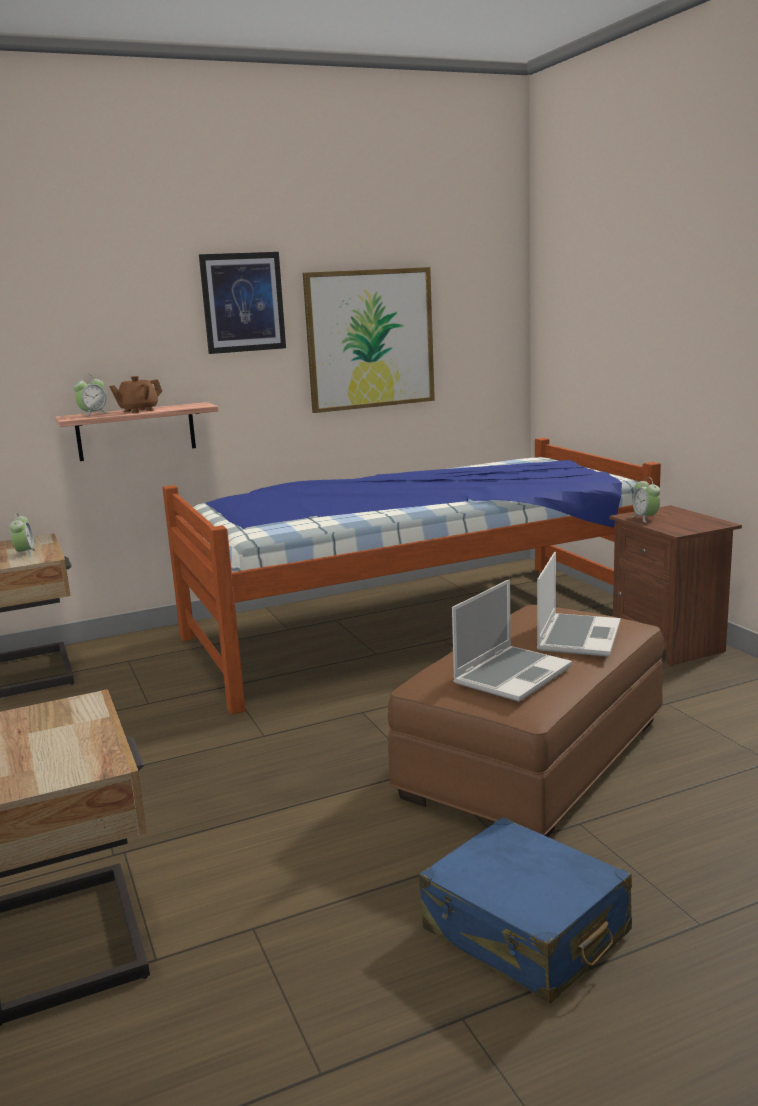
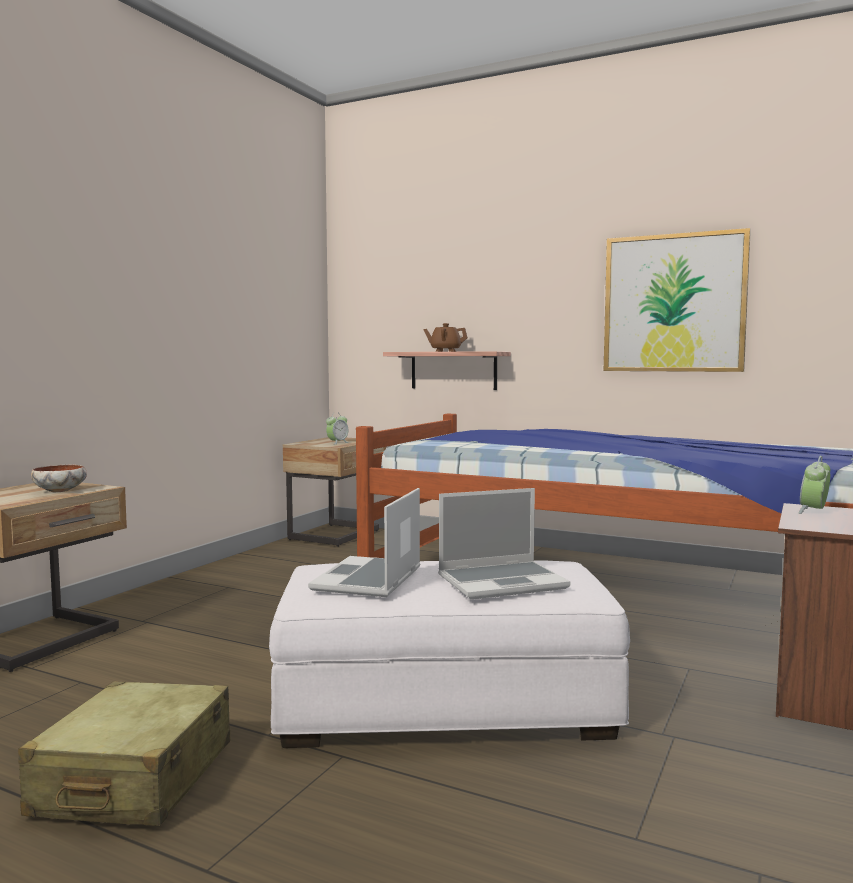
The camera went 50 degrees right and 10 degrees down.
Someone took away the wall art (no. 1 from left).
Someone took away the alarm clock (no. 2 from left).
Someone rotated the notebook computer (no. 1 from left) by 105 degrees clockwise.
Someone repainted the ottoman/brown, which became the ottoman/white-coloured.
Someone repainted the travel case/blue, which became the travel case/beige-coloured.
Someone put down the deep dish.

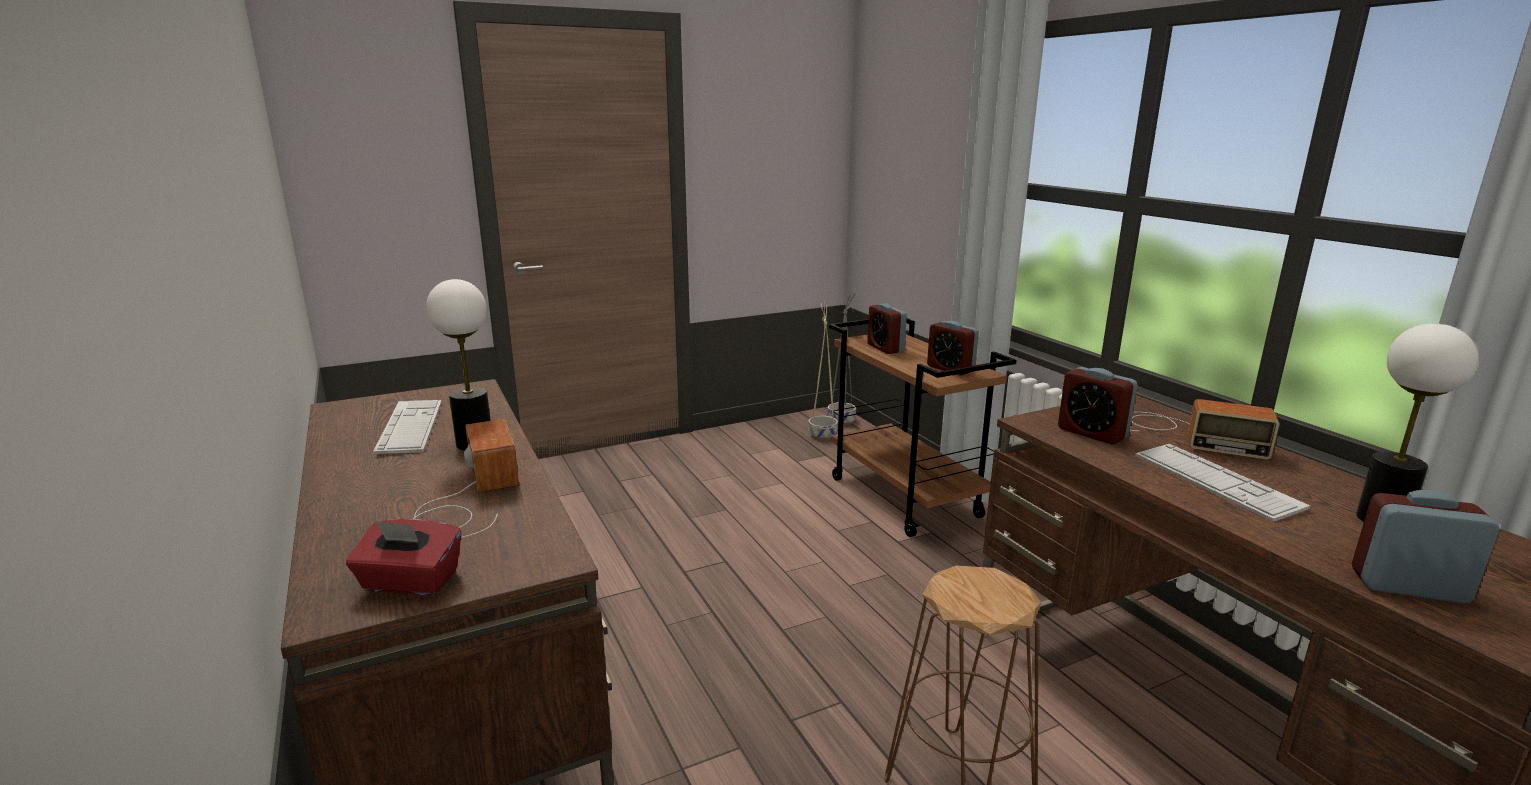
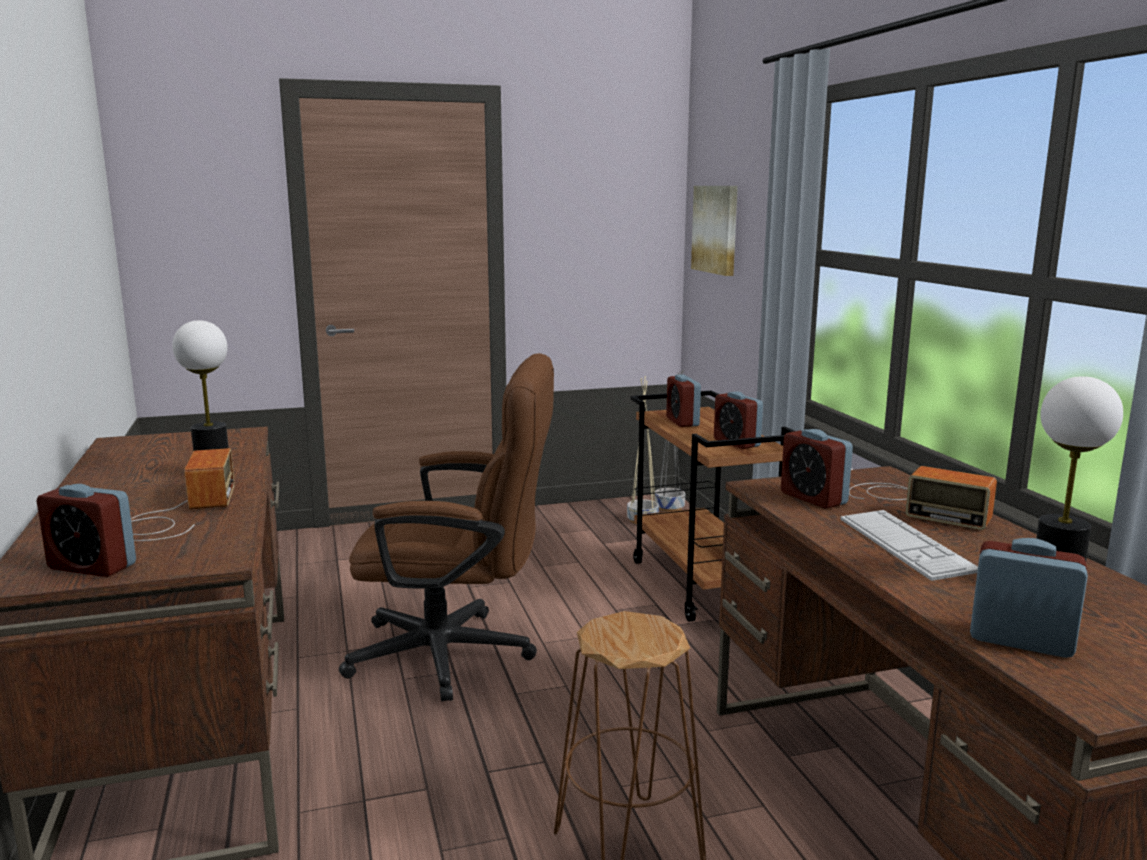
The camera went 10 degrees right and 5 degrees down.
Someone took away the computer keyboard (no. 1 from left).
Someone swapped the tissue holder/reddish for the alarm clock (no. 1 from left).
Someone put up the wall art.
Someone put down the desk chair/brown.

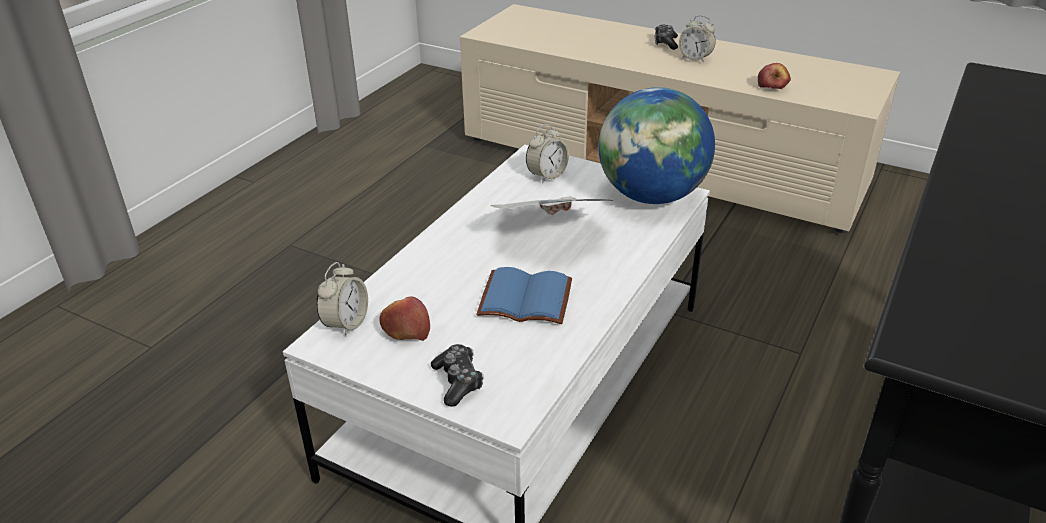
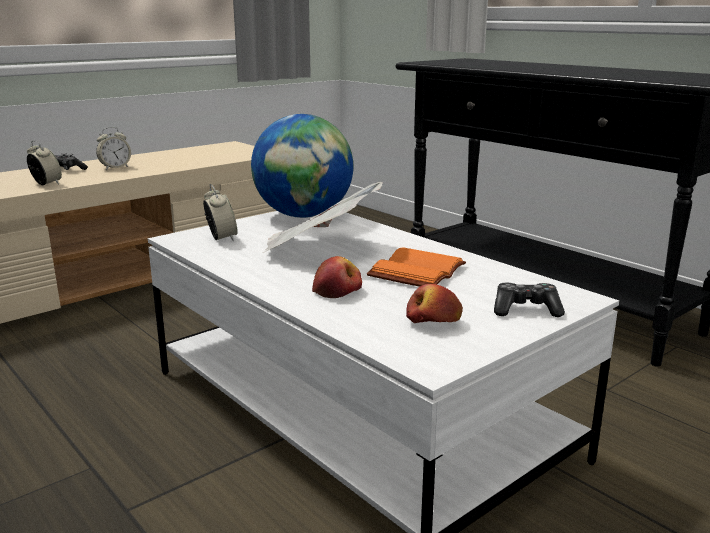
The camera went 70 degrees left and 15 degrees down.
Someone carried the apple (no. 2 from left in the first image).
Someone carried the alarm clock (no. 1 from left).
Someone repainted the volume/blue, which became the volume/orange.

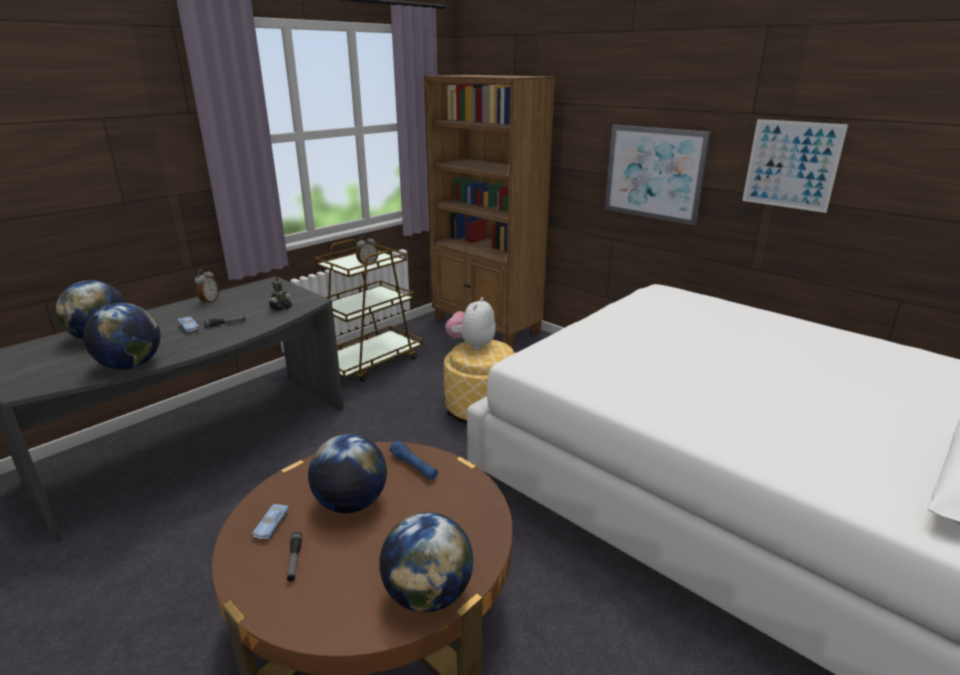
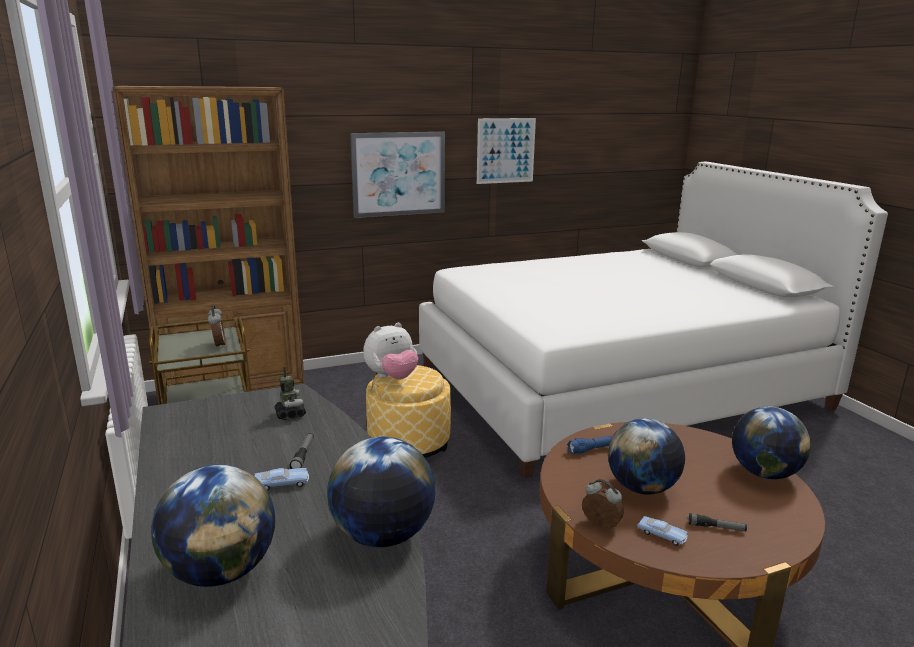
The camera went 65 degrees left and 5 degrees down.
Someone carried the alarm clock (no. 1 from left in the first image).
Someone rotated the soft toy by 75 degrees counterclockwise.

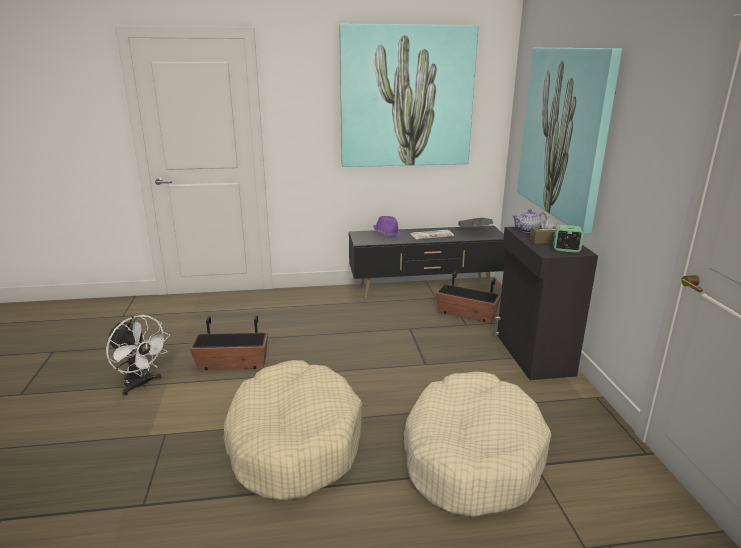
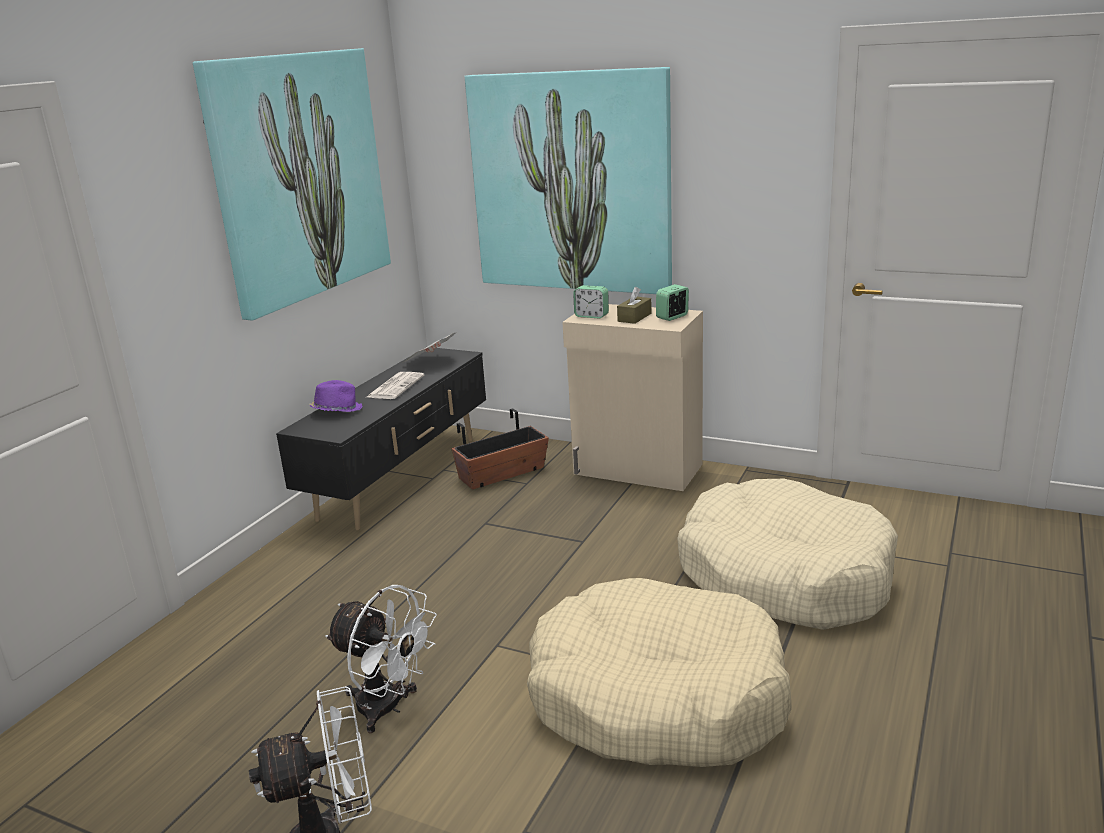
The camera went 55 degrees left and 0 degrees up.
Someone swapped the pot for tea for the alarm clock (no. 1 from left).
Someone repainted the cupboard/black, which became the cupboard/beige-coloured.
Someone swapped the plant pot (no. 1 from left) for the fan/white-coloured (no. 2 from left).

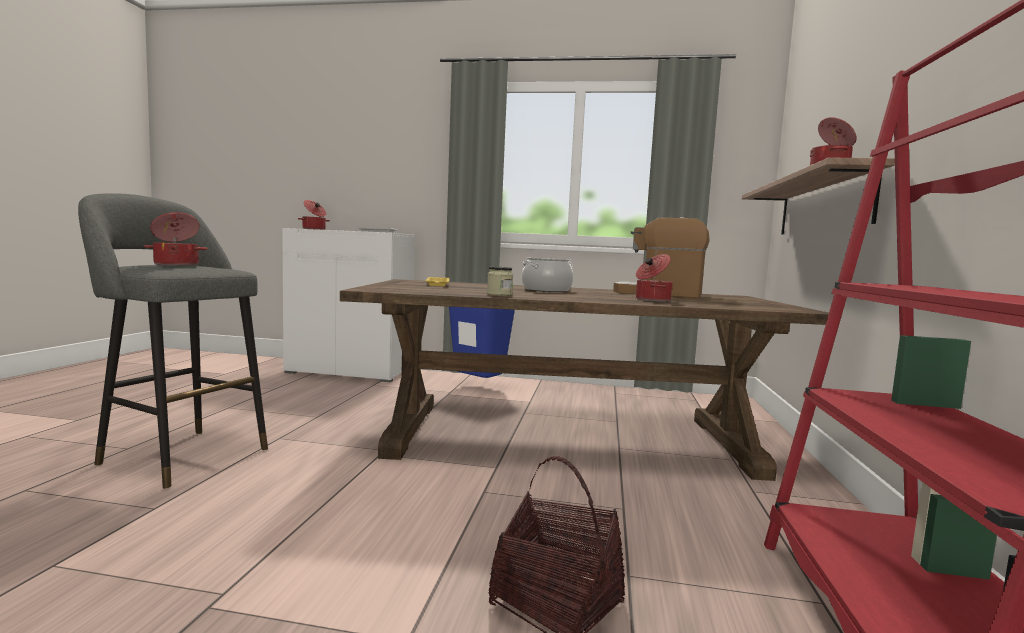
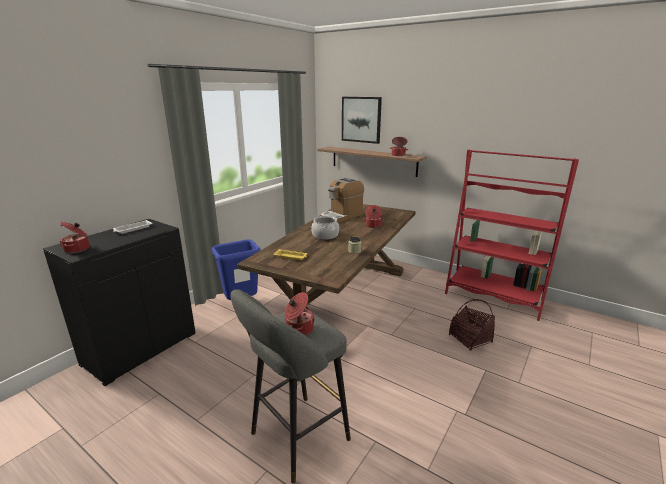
The camera went 65 degrees left and 15 degrees up.
Someone repainted the cupboard/white-coloured, which became the cupboard/black.
Someone put up the wall art.

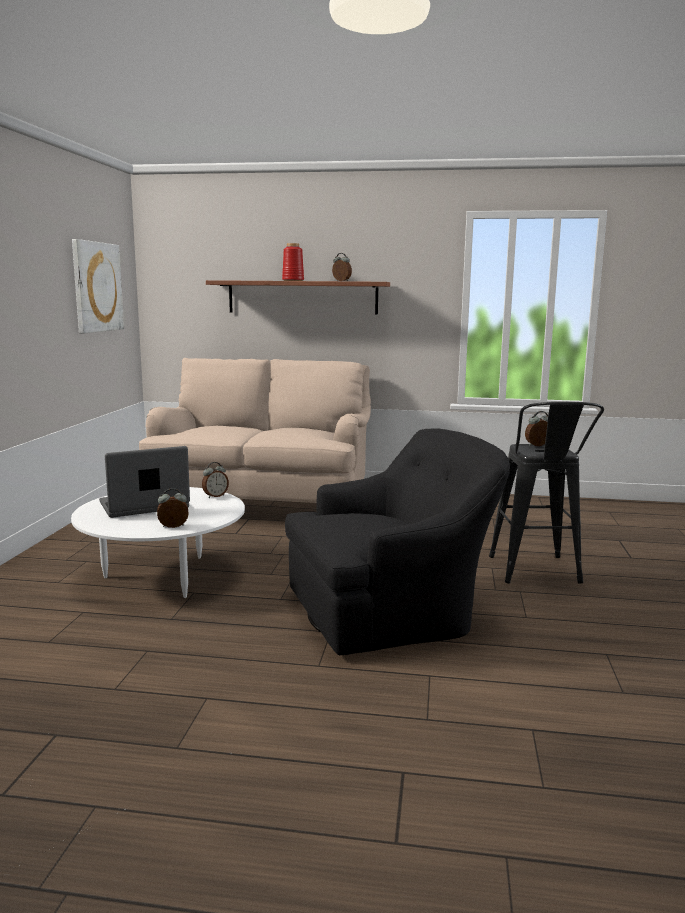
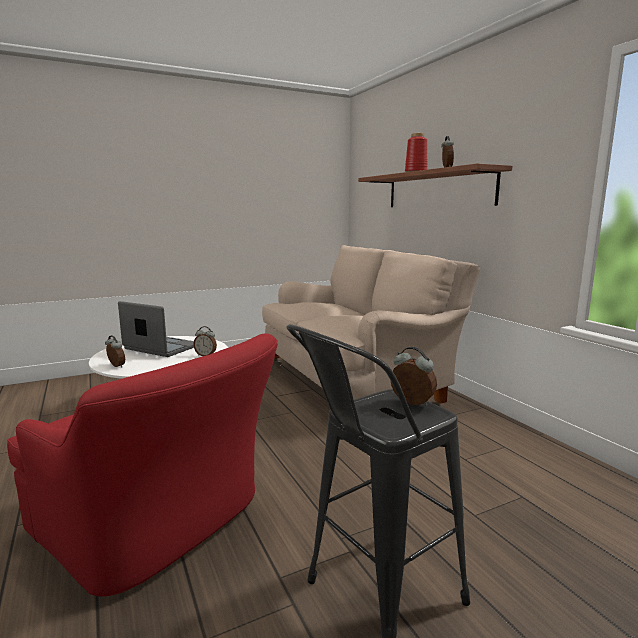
The camera went 55 degrees right and 0 degrees up.
Someone took away the wall art.
Someone repainted the easy chair/black, which became the easy chair/reddish.

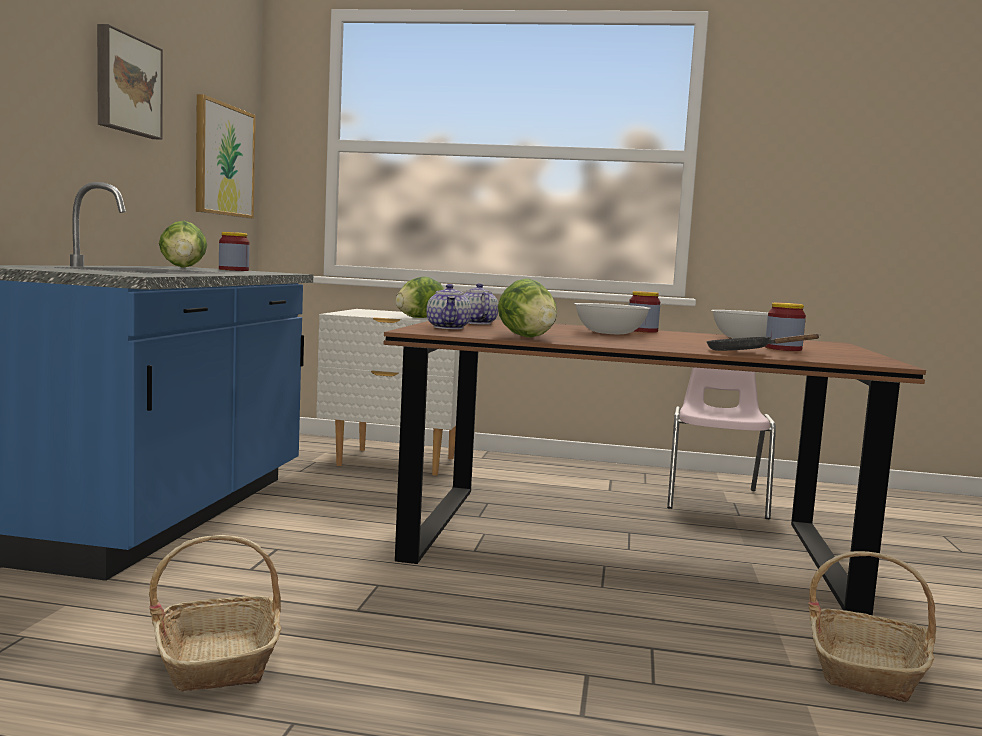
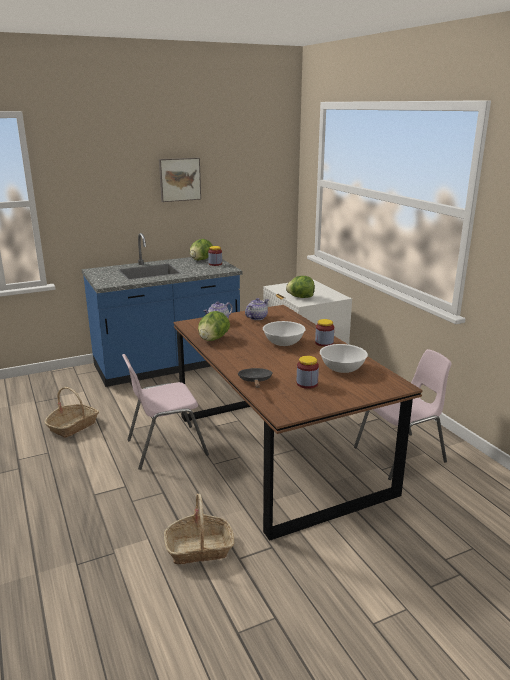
The camera went 55 degrees right and 15 degrees up.
Someone took away the wall art (no. 2 from left).
Someone put down the plain chair/pink (no. 1 from left).

